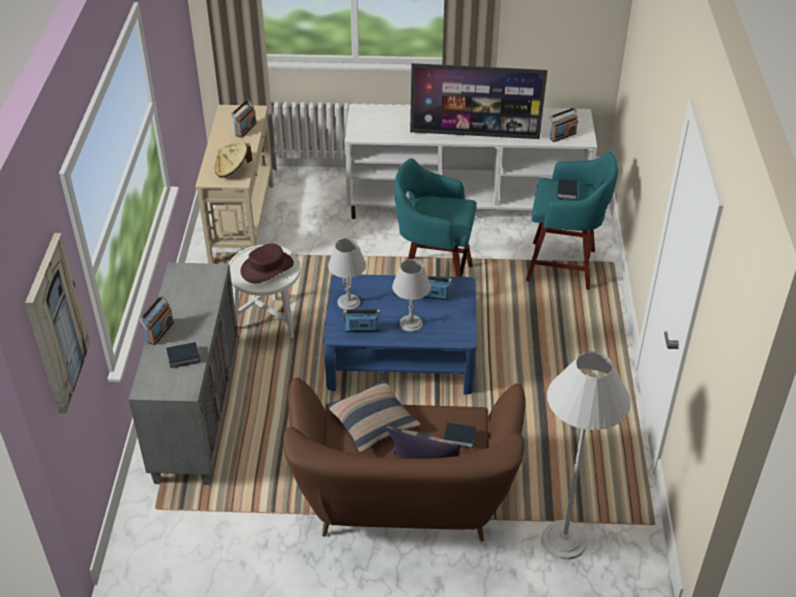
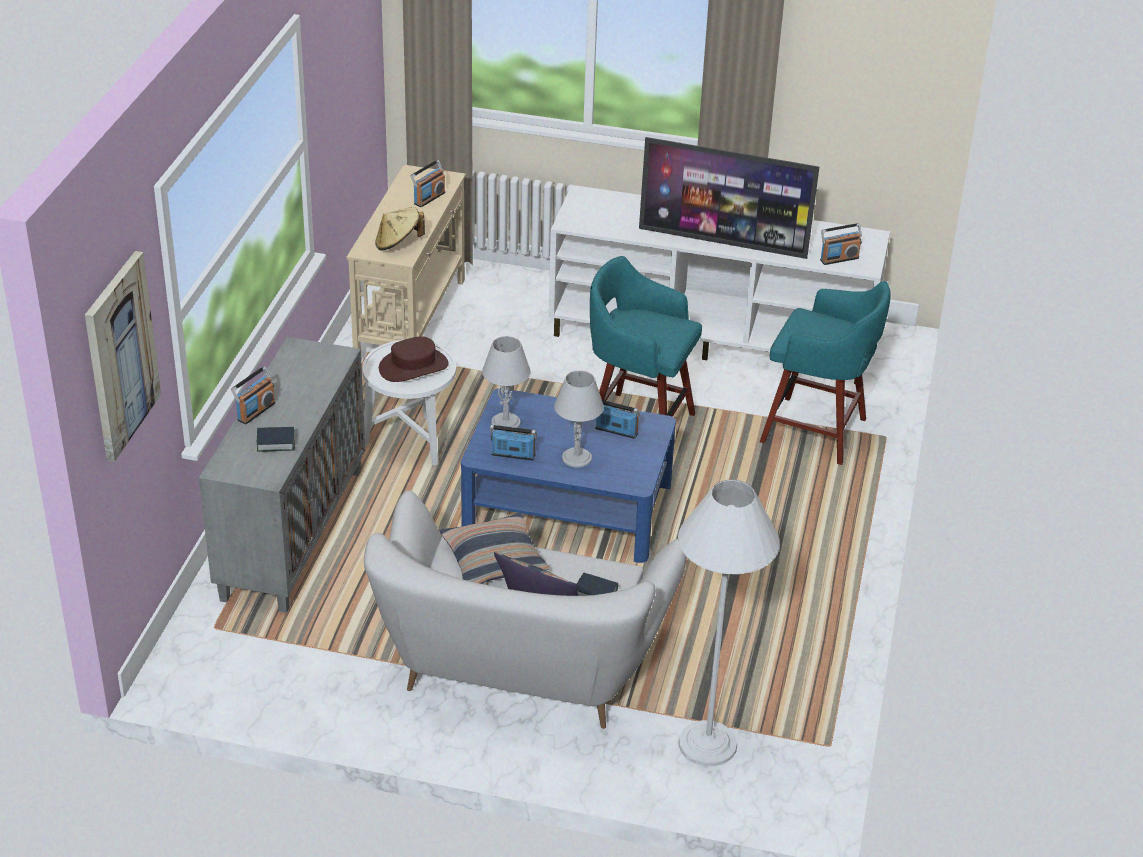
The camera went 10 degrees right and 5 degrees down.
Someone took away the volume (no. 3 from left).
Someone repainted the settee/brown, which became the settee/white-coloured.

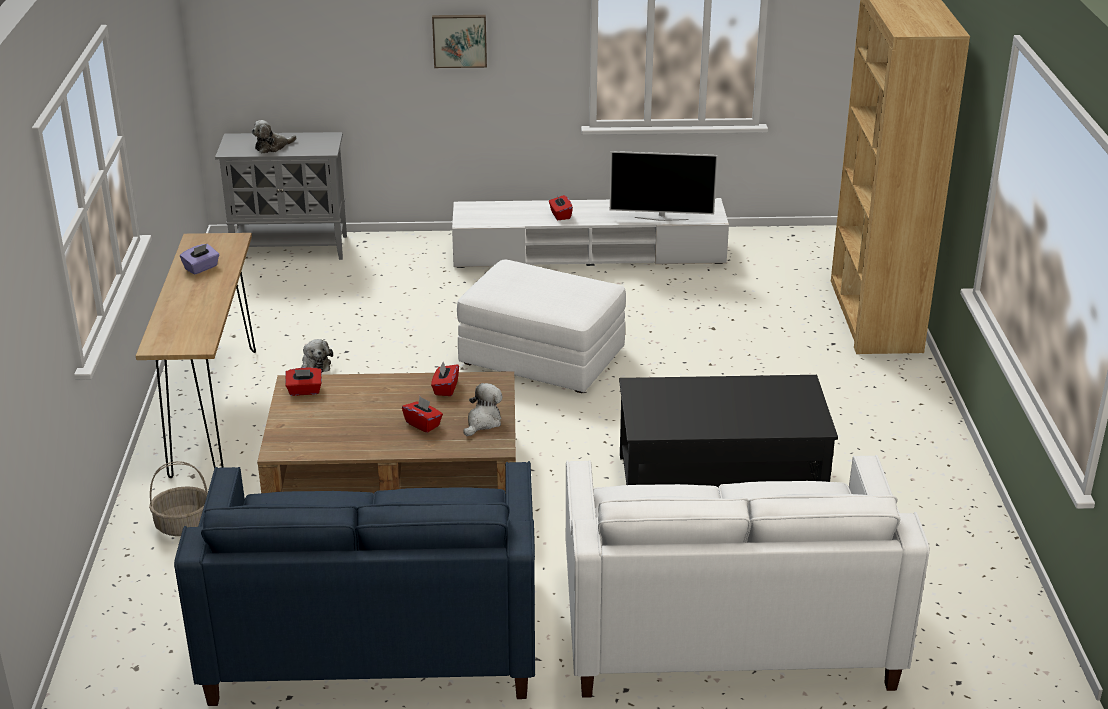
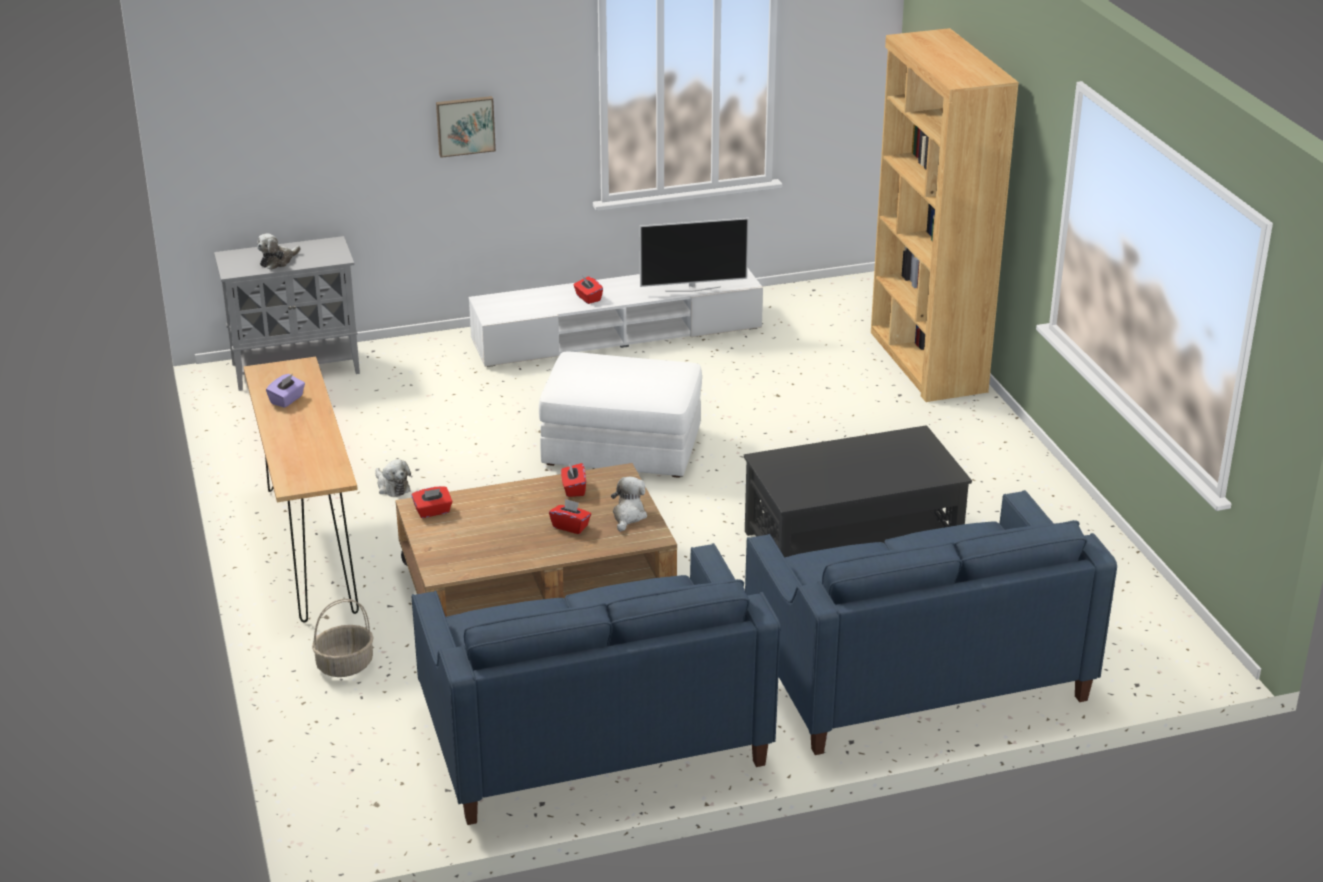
The camera went 15 degrees left and 0 degrees up.
Someone repainted the settee/white-coloured, which became the settee/blue (no. 2 from left).

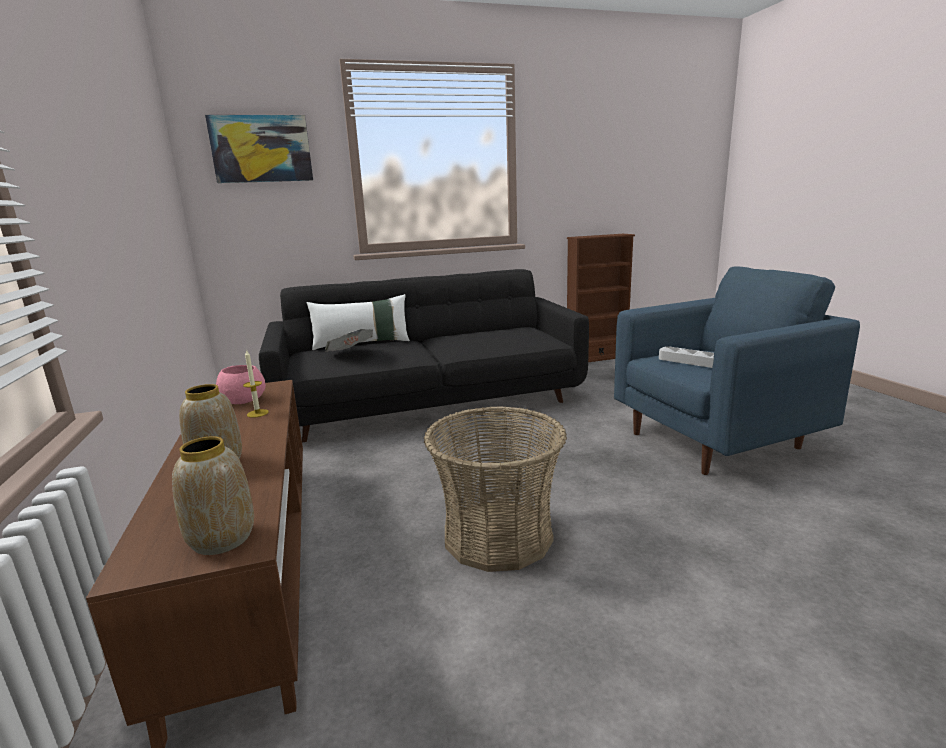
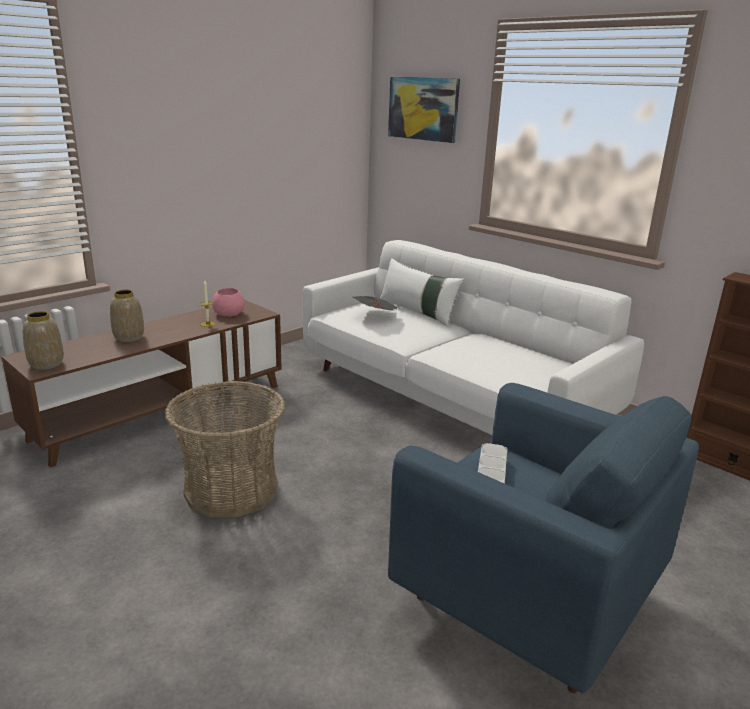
The camera went 60 degrees right and 5 degrees up.
Someone repainted the settee/black, which became the settee/white-coloured.

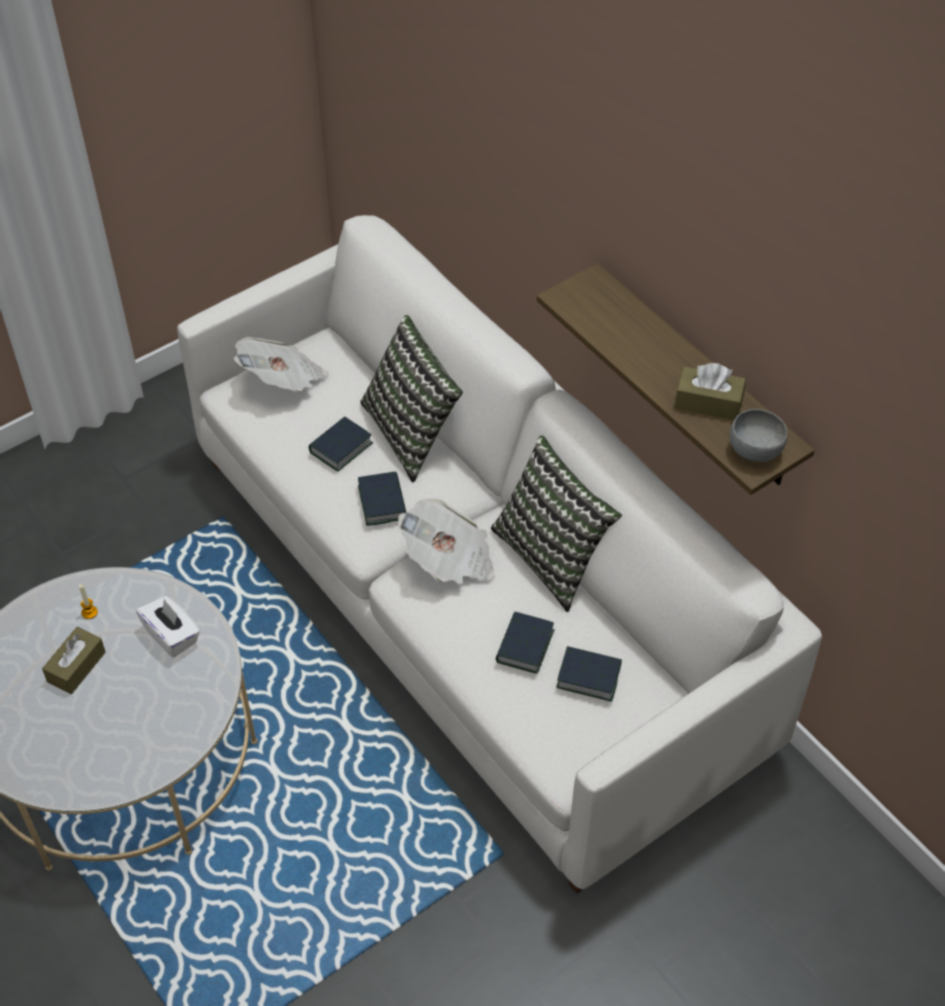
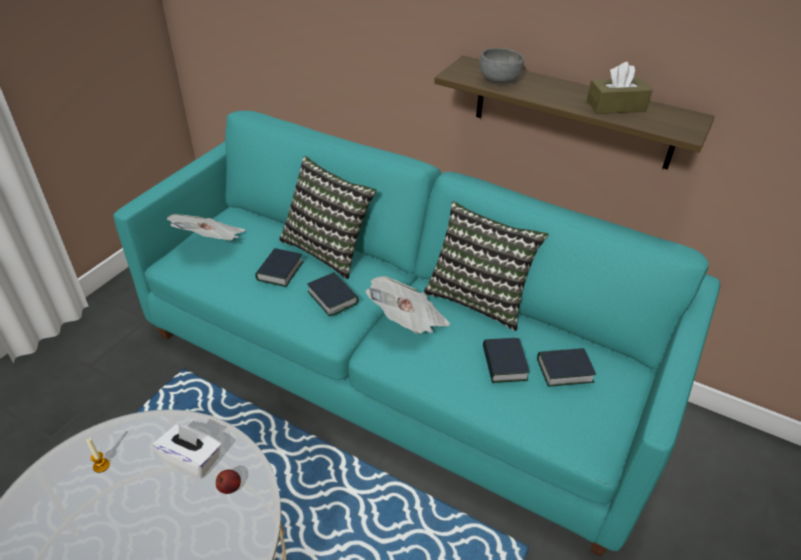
The camera went 25 degrees left and 10 degrees down.
Someone repainted the settee/white-coloured, which became the settee/turquoise.
Someone carried the deep dish/greyish.
Someone took away the tissue holder/brown (no. 1 from left).
Someone put down the apple.

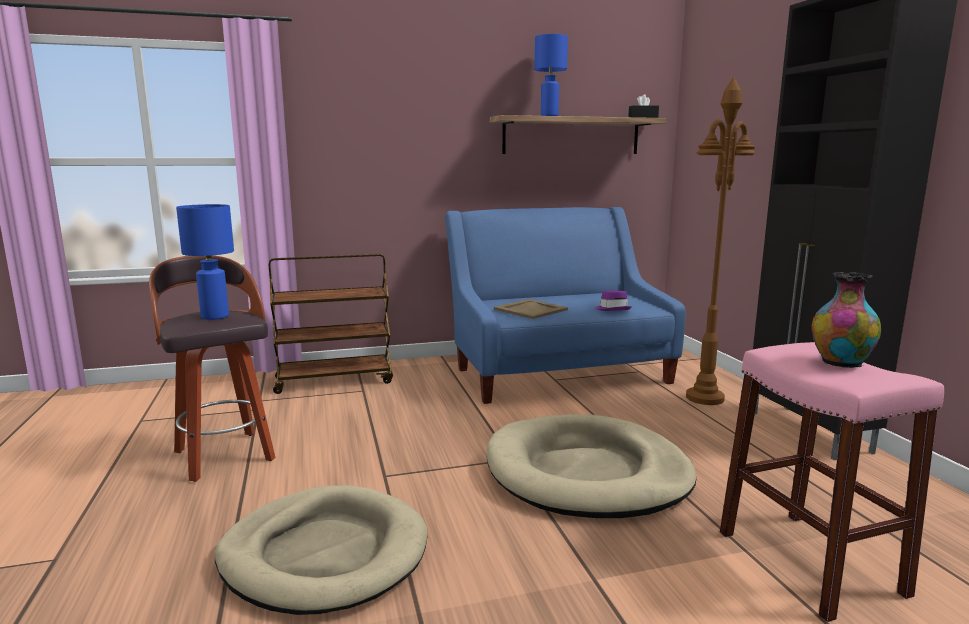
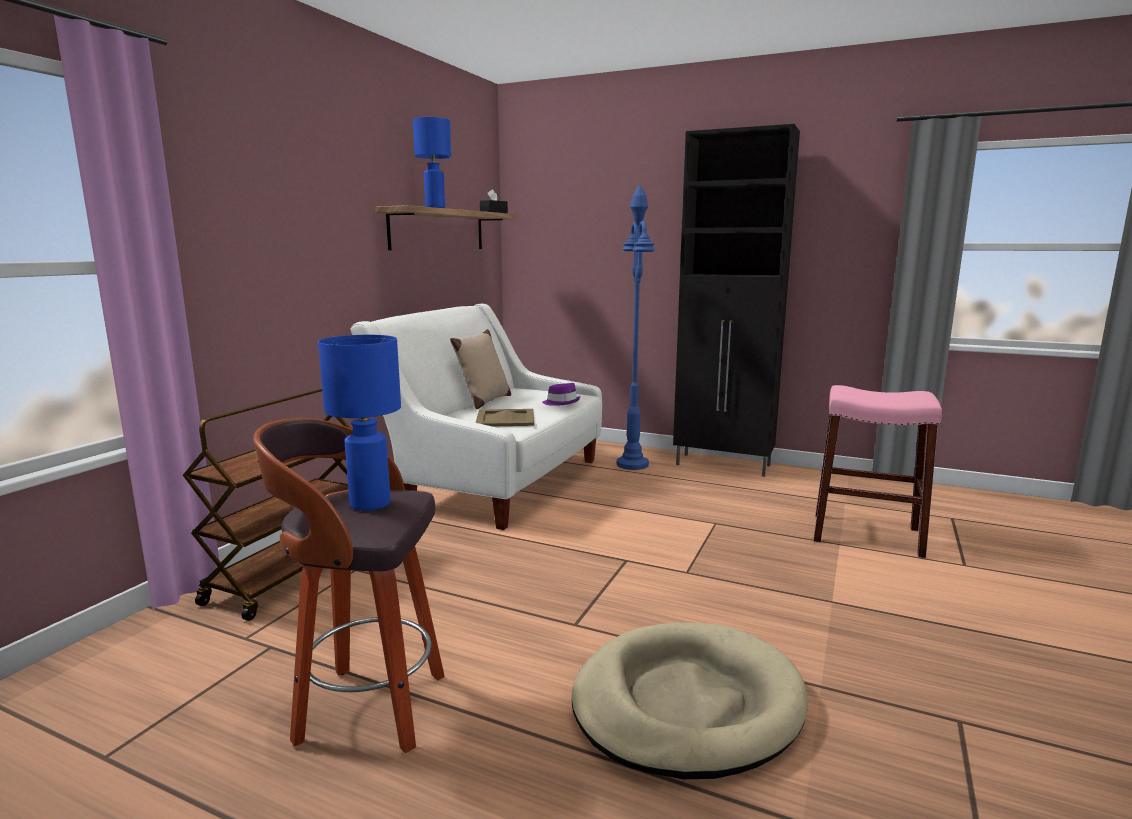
The camera went 50 degrees left and 0 degrees up.
Someone repainted the standing lamp/brown, which became the standing lamp/blue.
Someone repainted the settee/blue, which became the settee/white-coloured.
Someone took away the decorative vase.
Someone took away the dog bed/beige-coloured (no. 2 from left).
Someone put down the throw pillow/beige-coloured.

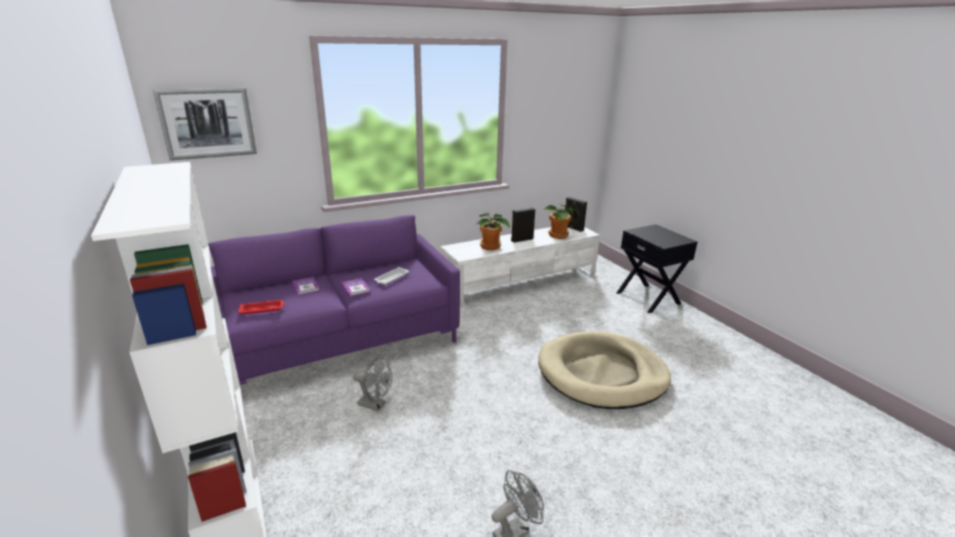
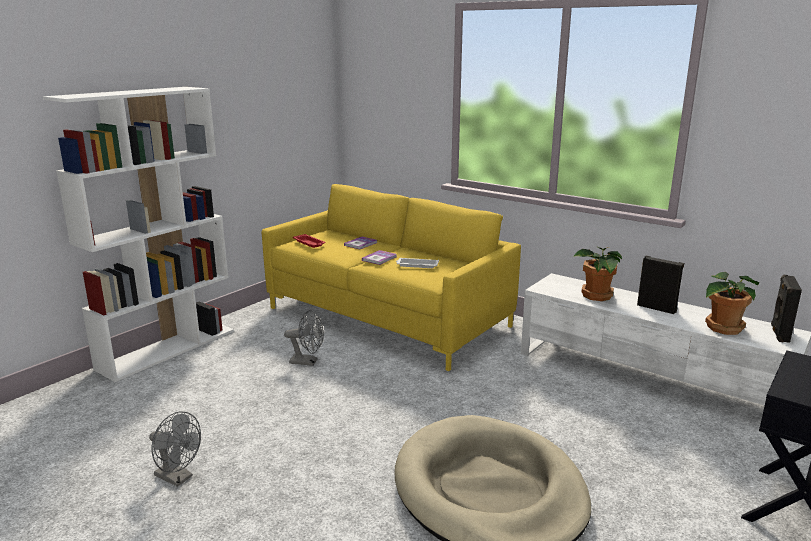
The camera went 65 degrees right and 5 degrees down.
Someone took away the wall art.
Someone repainted the settee/purple-coloured, which became the settee/yellow.
Someone rotated the fan/greyish (no. 1 from left in the first image) by 75 degrees counterclockwise.

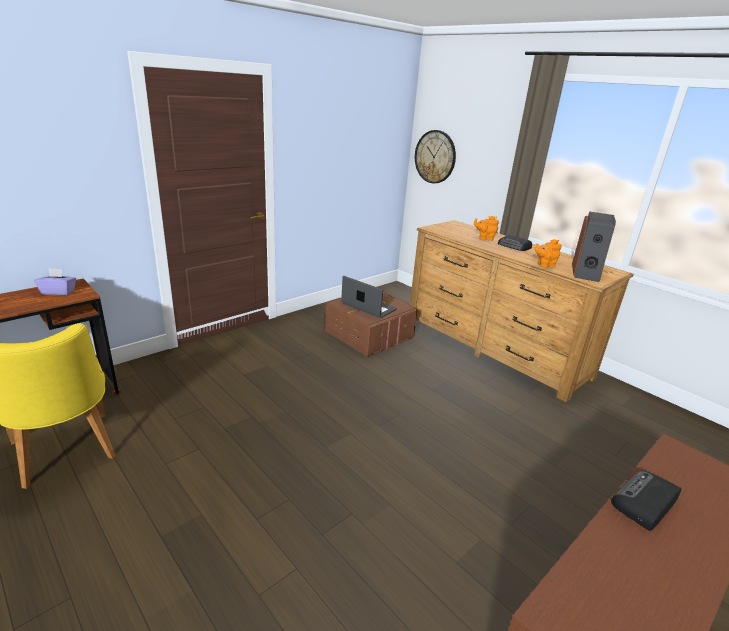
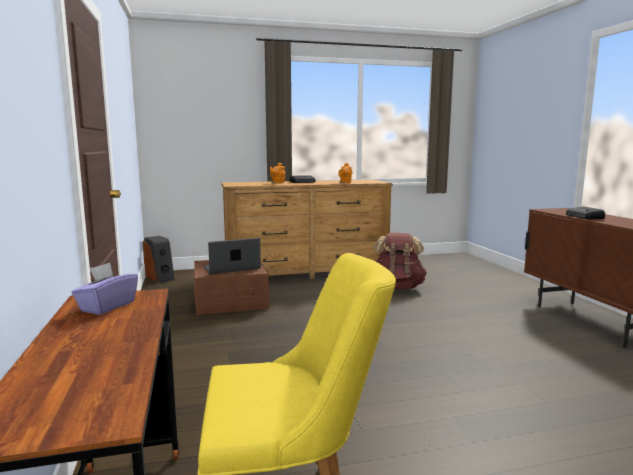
The camera went 60 degrees left and 15 degrees down.
Someone took away the hanging clock.
Someone carried the speaker.
Someone put down the backpack/brown.

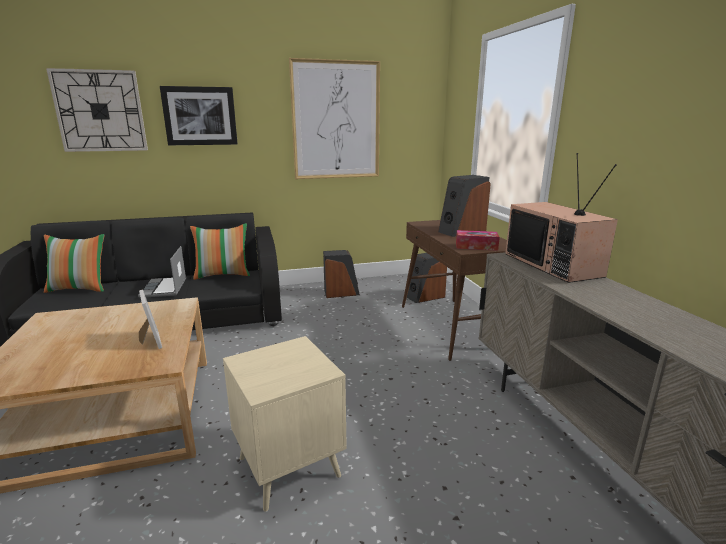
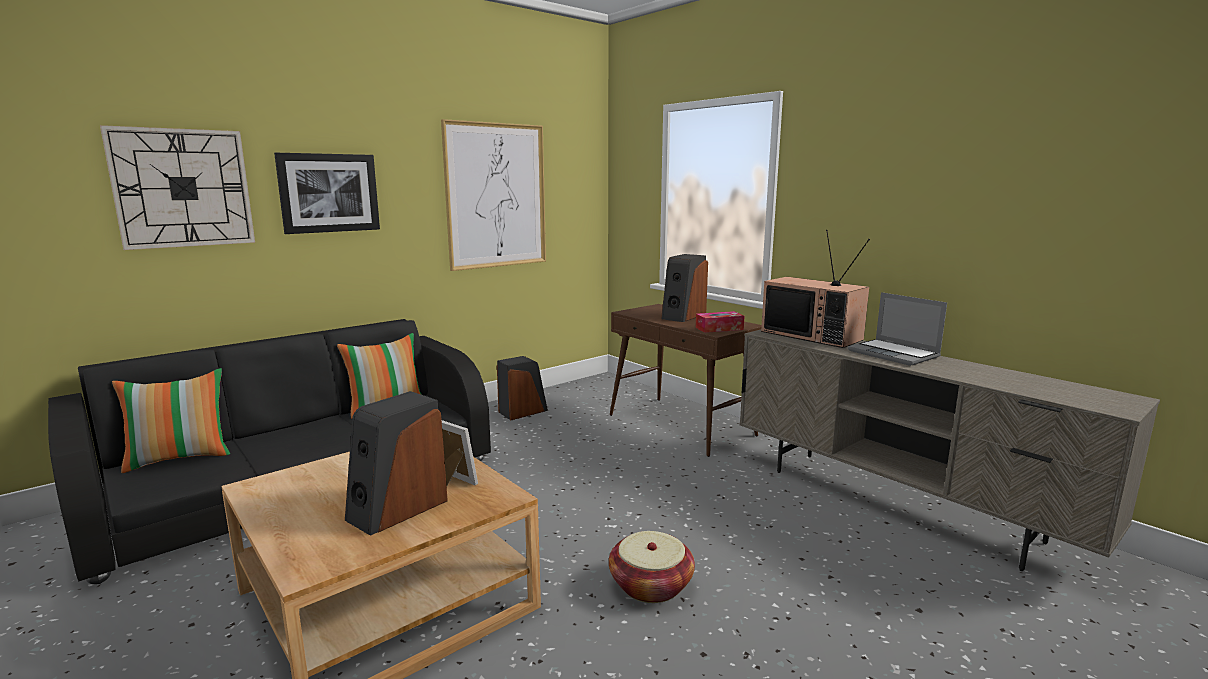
The camera went 25 degrees left and 5 degrees down.
Someone carried the notebook computer.
Someone carried the speaker (no. 2 from left in the first image).
Someone swapped the accent table/beige-coloured for the basket.

